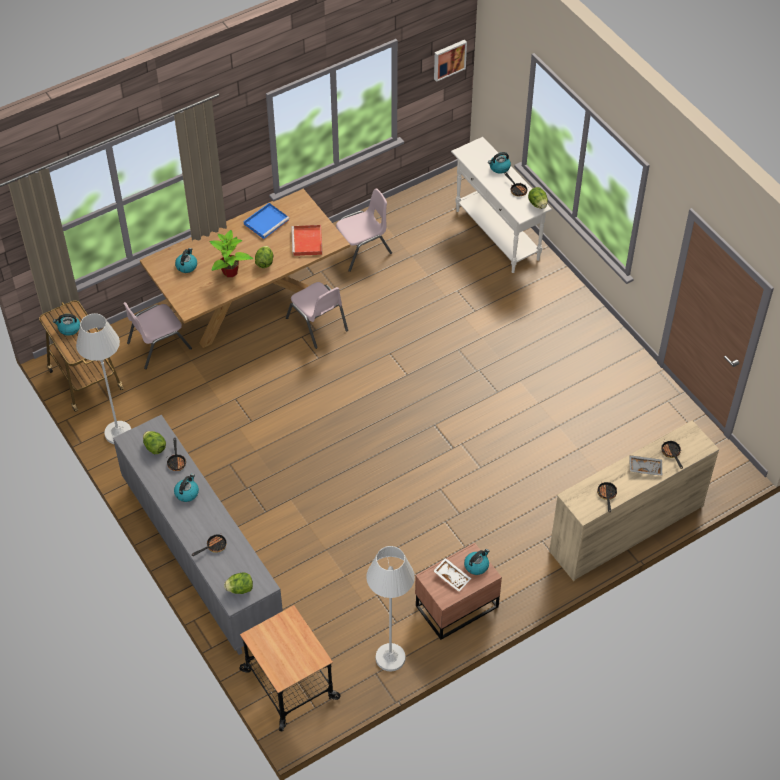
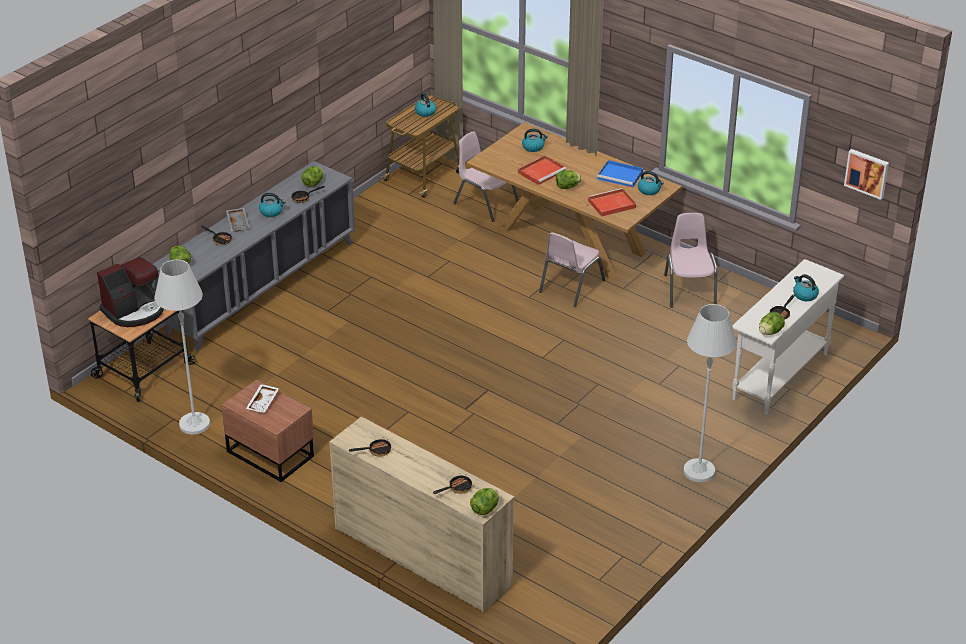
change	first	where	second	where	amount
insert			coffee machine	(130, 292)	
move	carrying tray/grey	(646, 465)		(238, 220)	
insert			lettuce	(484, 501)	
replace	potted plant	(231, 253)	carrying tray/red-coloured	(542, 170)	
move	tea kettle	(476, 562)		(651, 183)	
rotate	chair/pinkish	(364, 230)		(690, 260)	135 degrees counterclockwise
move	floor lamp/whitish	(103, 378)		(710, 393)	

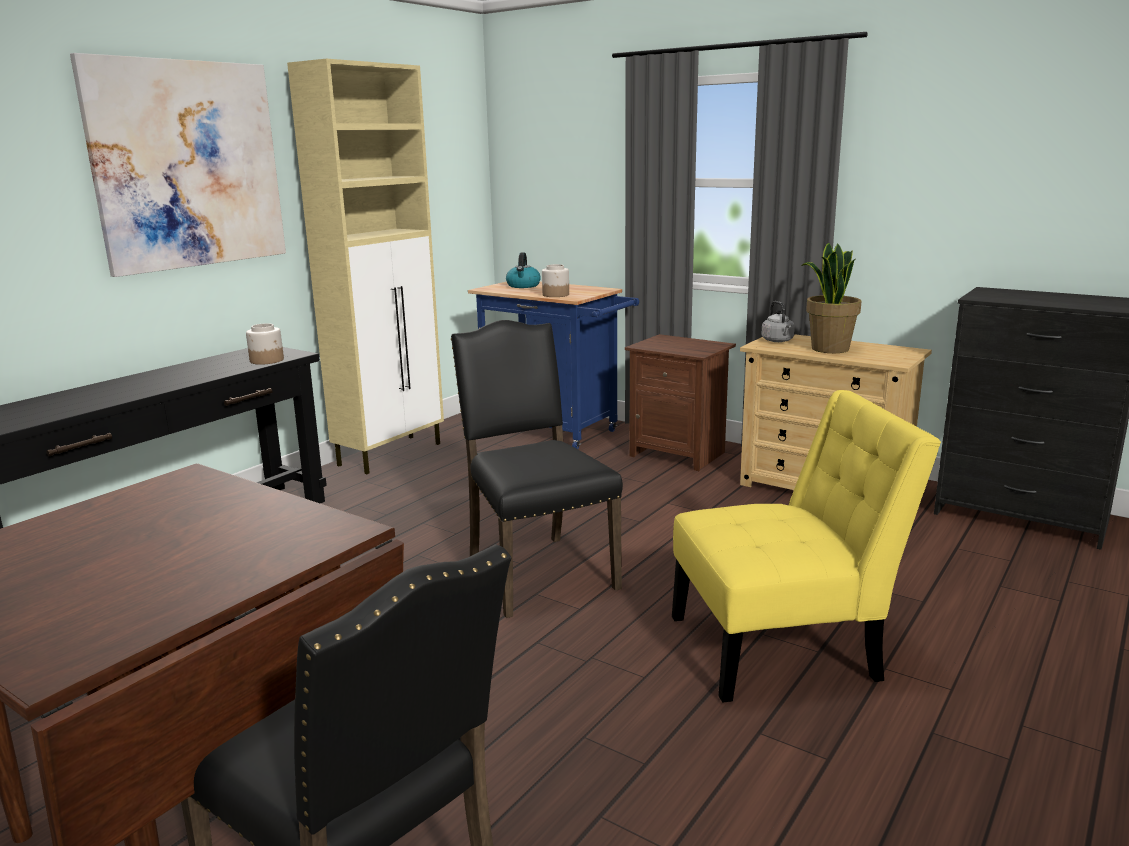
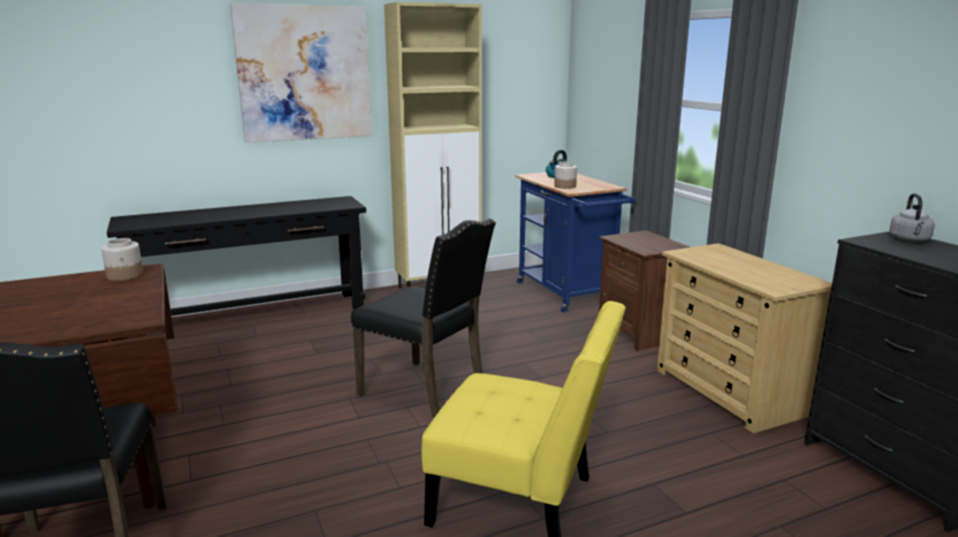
change	first	where	second	where	amount
move	preserve jar	(265, 344)		(122, 259)	
rotate	chair/black	(537, 469)		(423, 319)	120 degrees clockwise
move	tea kettle/grey	(778, 321)		(912, 217)	
delete	potted plant	(831, 298)			

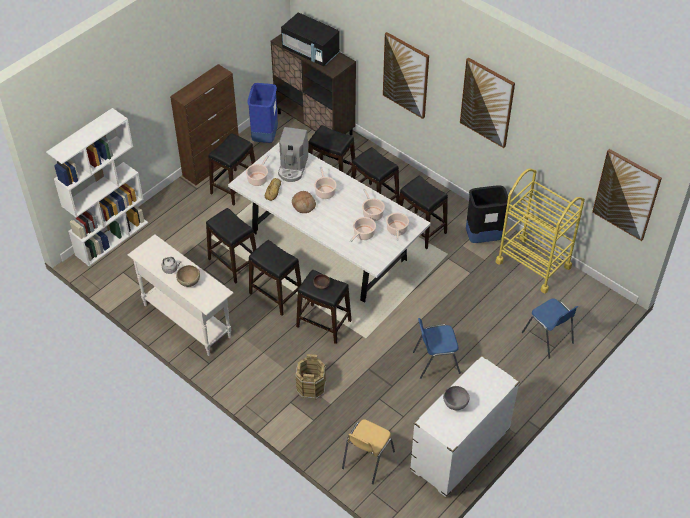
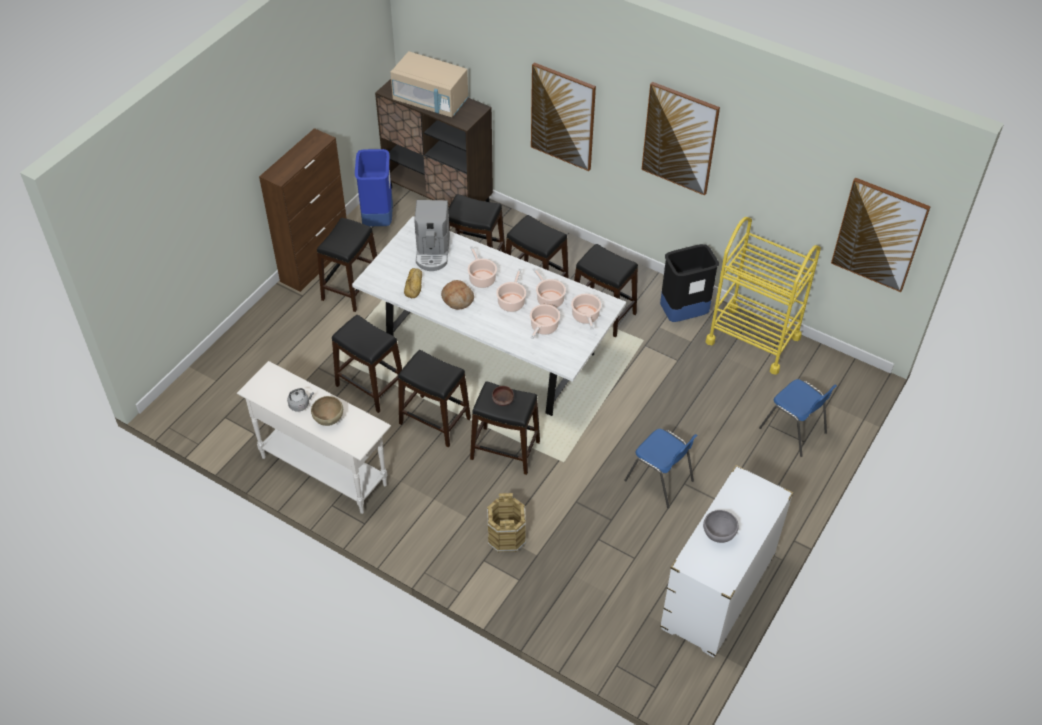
change	first	where	second	where	amount
recolor	kitchen microwave/black	(310, 39)	kitchen microwave/beige	(429, 84)	
move	saucepot	(257, 170)		(511, 290)	
rotate	chair/blue-coloured	(437, 348)		(660, 468)	120 degrees counterclockwise
delete	bookcase/whitish	(97, 187)			
delete	chair/yellow	(368, 451)			

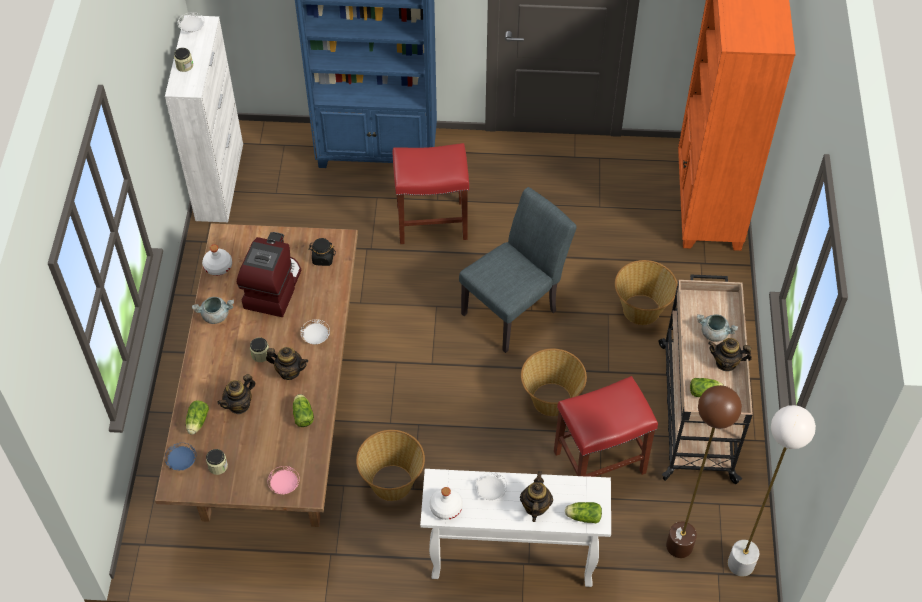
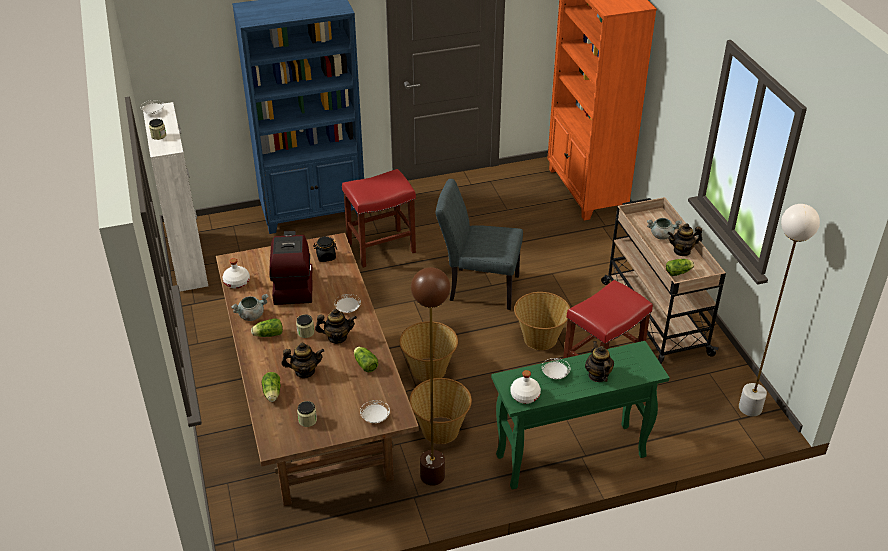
change	first	where	second	where	amount
move	lettuce	(583, 513)		(267, 328)	
rotate	tea pot	(236, 394)		(303, 360)	120 degrees counterclockwise
recolor	dinner plate/pinkish	(284, 480)	dinner plate/whitish	(375, 411)	
move	storage basket	(646, 292)		(429, 351)	
move	floor lamp/brown-coloured	(704, 471)		(430, 376)	
rotate	chair/grey	(518, 270)		(479, 244)	105 degrees counterclockwise
recolor	hall table/whitish	(515, 528)	hall table/green	(580, 415)	
delete	dinner plate/blue-coloured	(180, 456)			

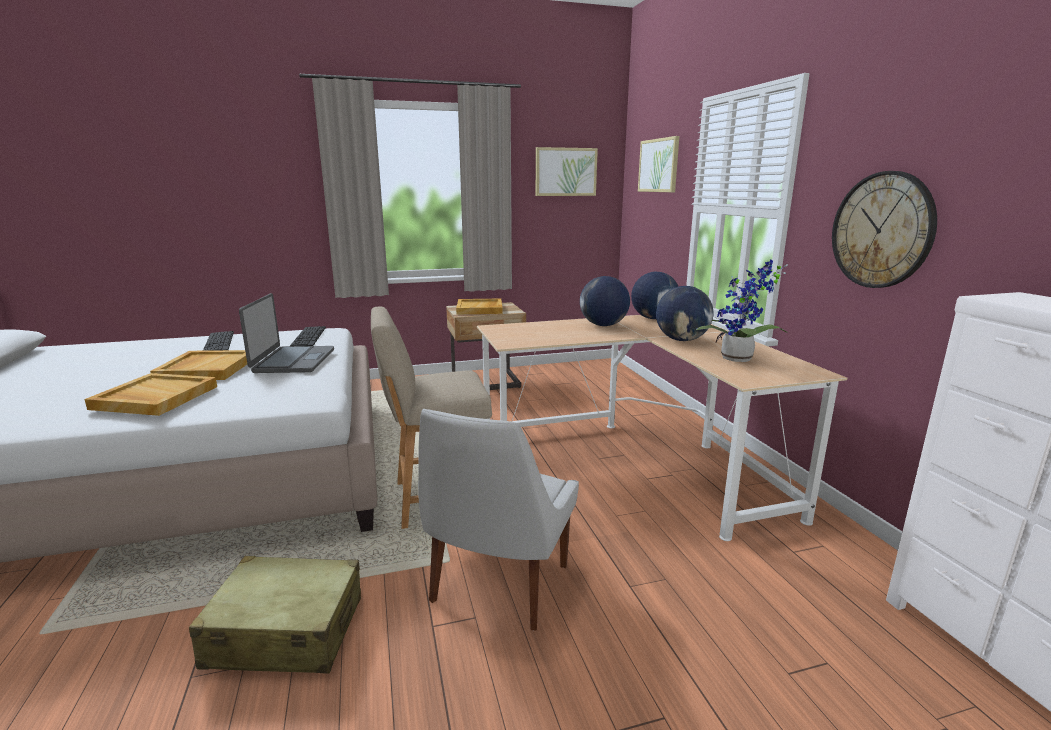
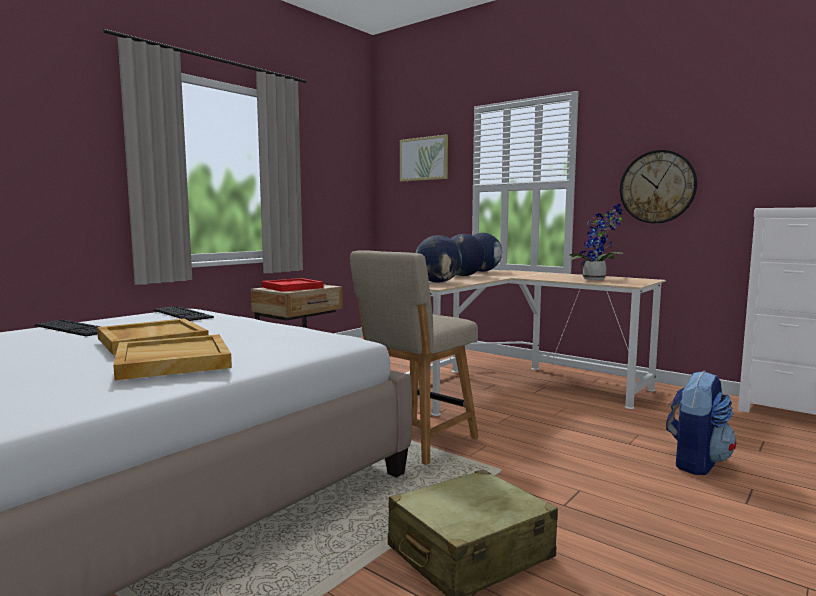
change	first	where	second	where	amount
recolor	carrying tray/beige	(479, 306)	carrying tray/red-coloured	(293, 285)	
move	globe	(685, 313)		(439, 259)	
insert			knapsack	(701, 423)	
delete	portable computer	(286, 333)			
delete	chair/whitish	(498, 519)			
delete	wall art	(567, 171)			

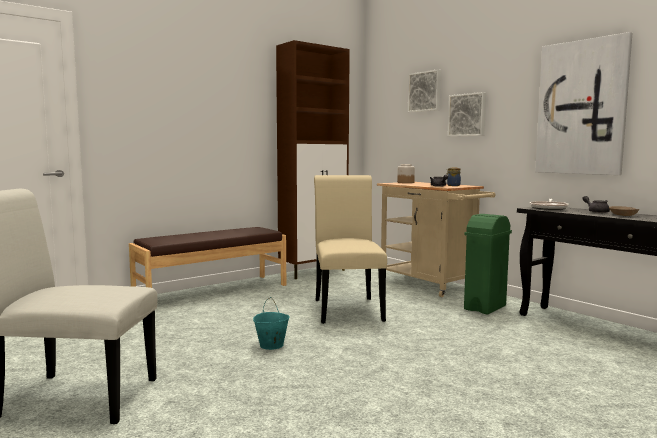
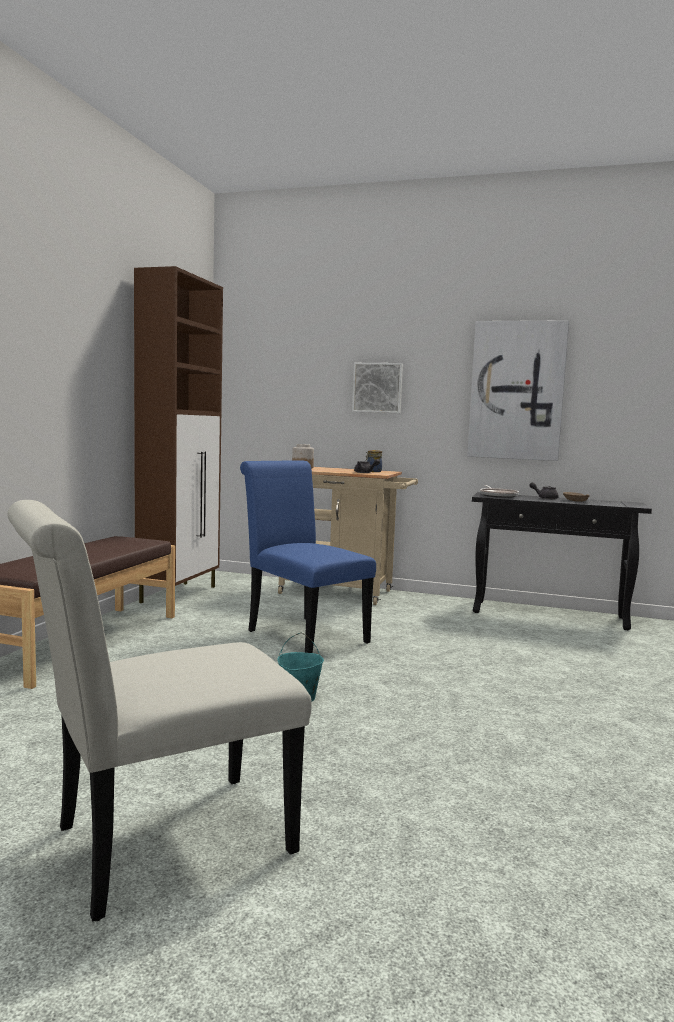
change	first	where	second	where	amount
recolor	chair/beige	(350, 249)	chair/blue-coloured	(308, 556)	
delete	wall art	(424, 90)			
delete	waste bin/green	(488, 264)			

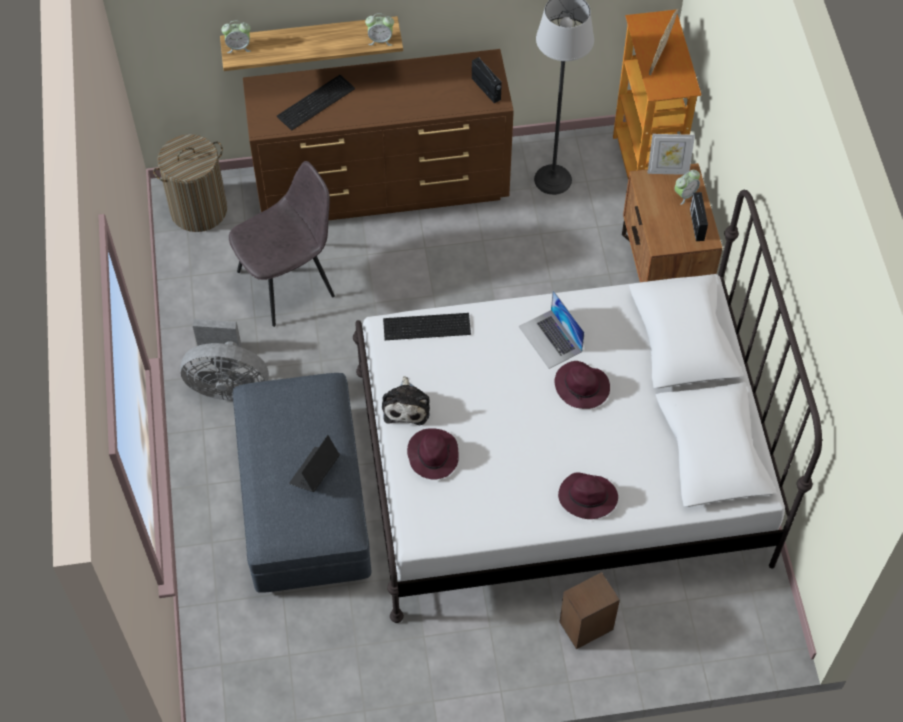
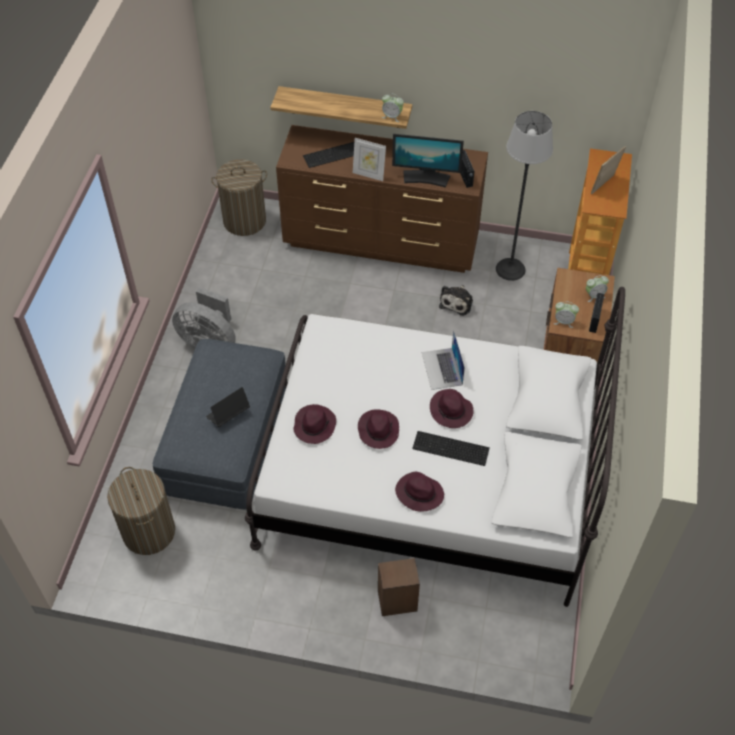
change	first	where	second	where	amount
insert			laundry basket	(141, 511)	
move	standing frame	(671, 154)		(369, 159)	
insert			hat/purplish	(378, 429)	
insert			monitor	(428, 161)	
move	PC keyboard	(427, 326)		(451, 448)	
move	cuddly toy	(406, 400)		(456, 300)	
move	bedside clock	(236, 37)		(566, 314)	
delete	chair/grey	(282, 244)			

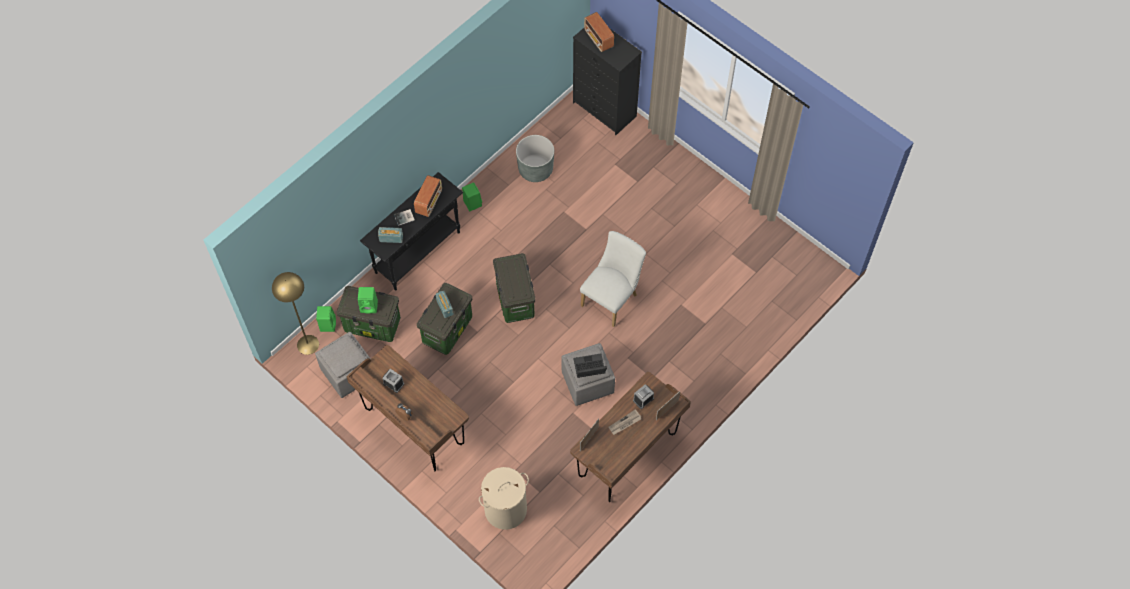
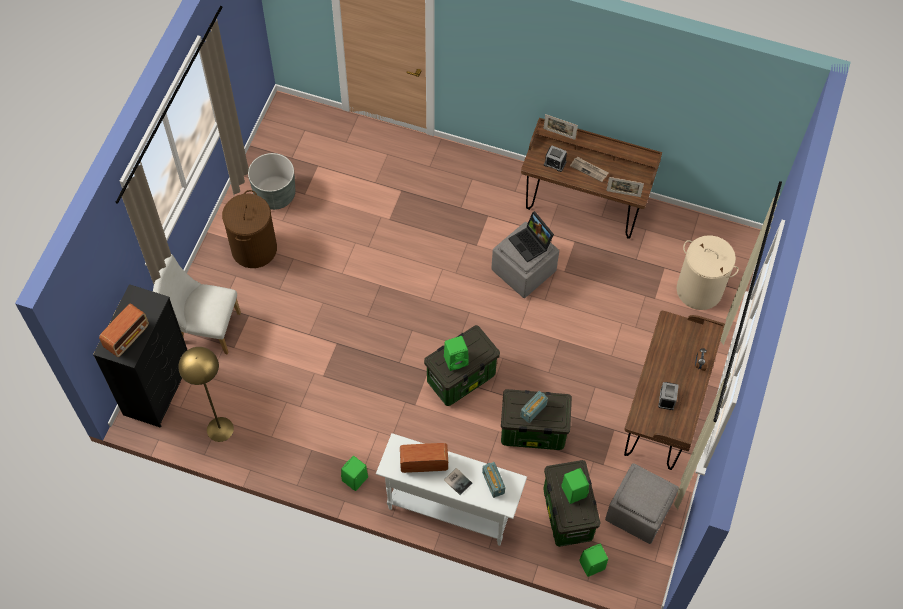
change	first	where	second	where	amount
move	chair/whitish	(613, 279)		(197, 304)	
move	floor lamp/yellow	(295, 313)		(206, 394)	
insert			laundry basket/brown-coloured	(249, 229)	
move	plant pot/grey	(535, 158)		(271, 181)	
recolor	hall table/black	(411, 231)	hall table/whitish	(451, 489)	
insert			loudspeaker/green	(456, 353)	

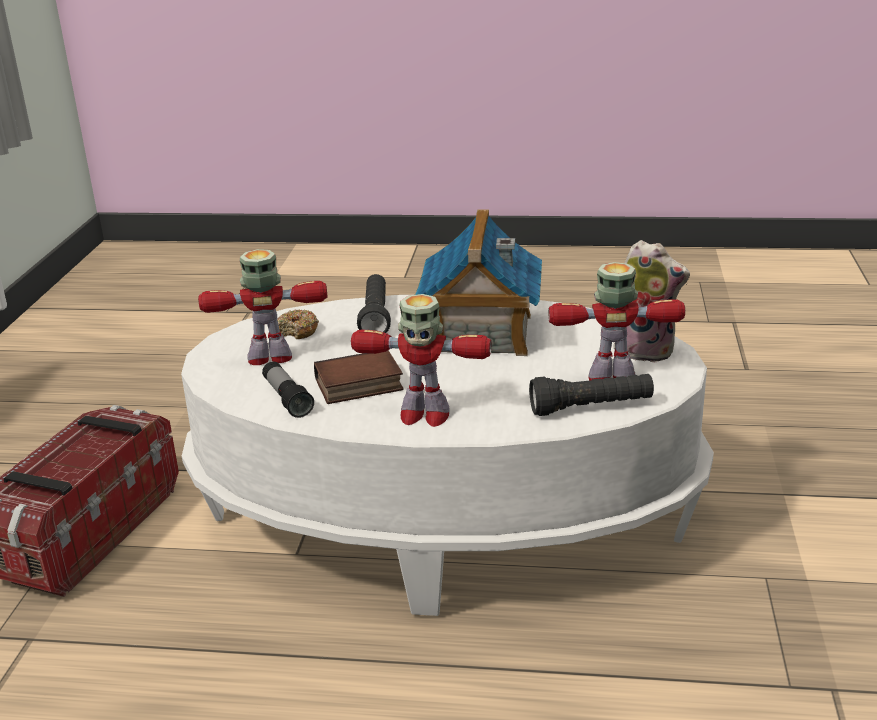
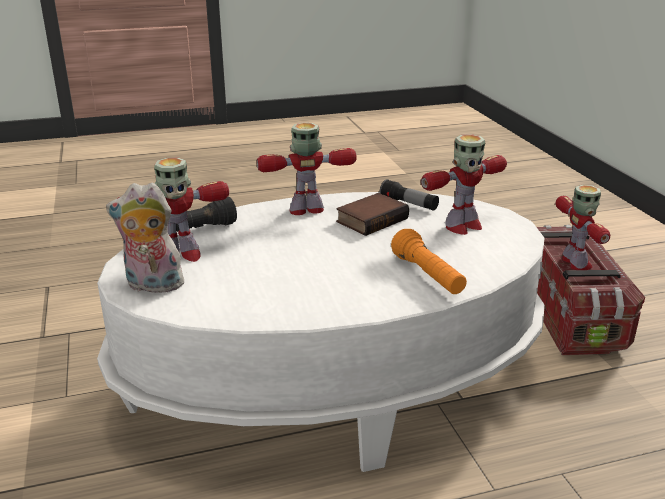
change	first	where	second	where	amount
recolor	hand torch/black	(374, 303)	hand torch/orange-coloured	(429, 261)	
insert			robot figure	(583, 227)	
delete	donut	(298, 324)			
delete	model house	(478, 283)			

